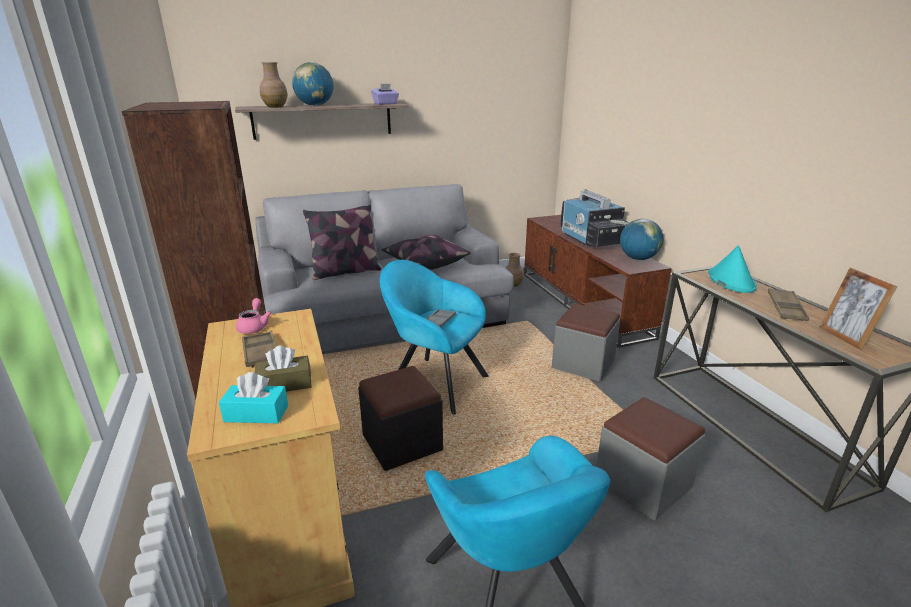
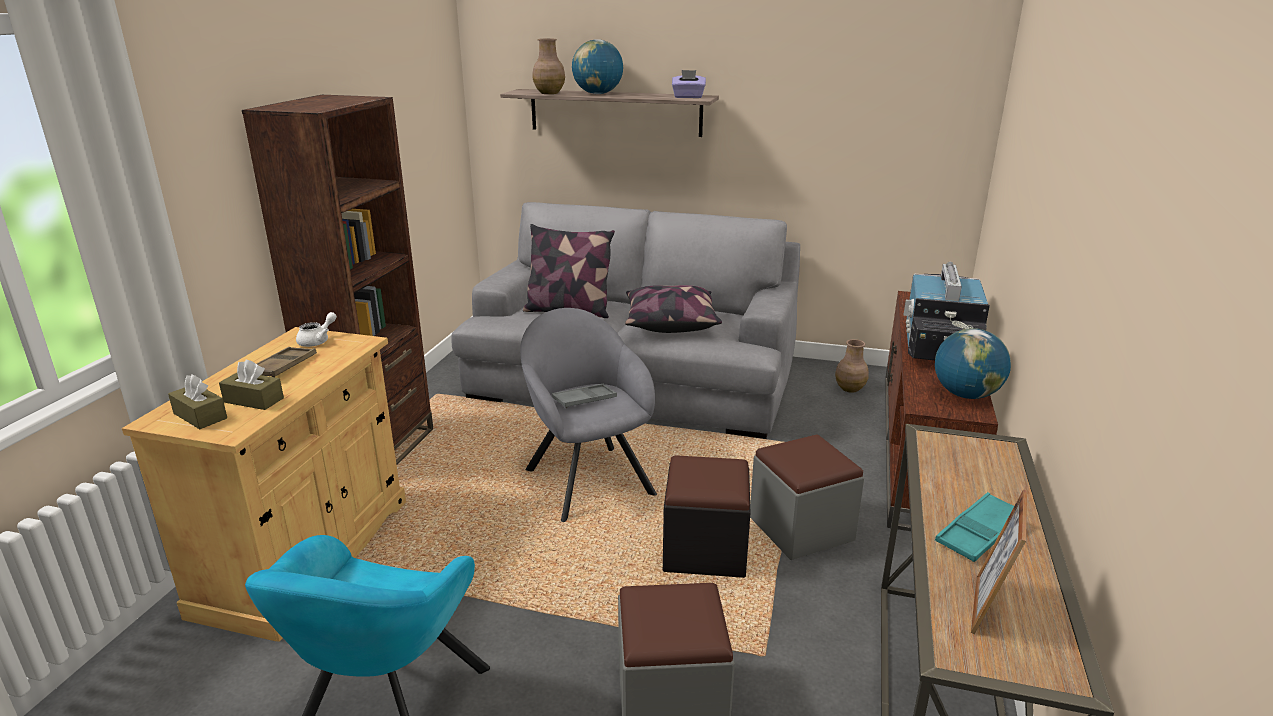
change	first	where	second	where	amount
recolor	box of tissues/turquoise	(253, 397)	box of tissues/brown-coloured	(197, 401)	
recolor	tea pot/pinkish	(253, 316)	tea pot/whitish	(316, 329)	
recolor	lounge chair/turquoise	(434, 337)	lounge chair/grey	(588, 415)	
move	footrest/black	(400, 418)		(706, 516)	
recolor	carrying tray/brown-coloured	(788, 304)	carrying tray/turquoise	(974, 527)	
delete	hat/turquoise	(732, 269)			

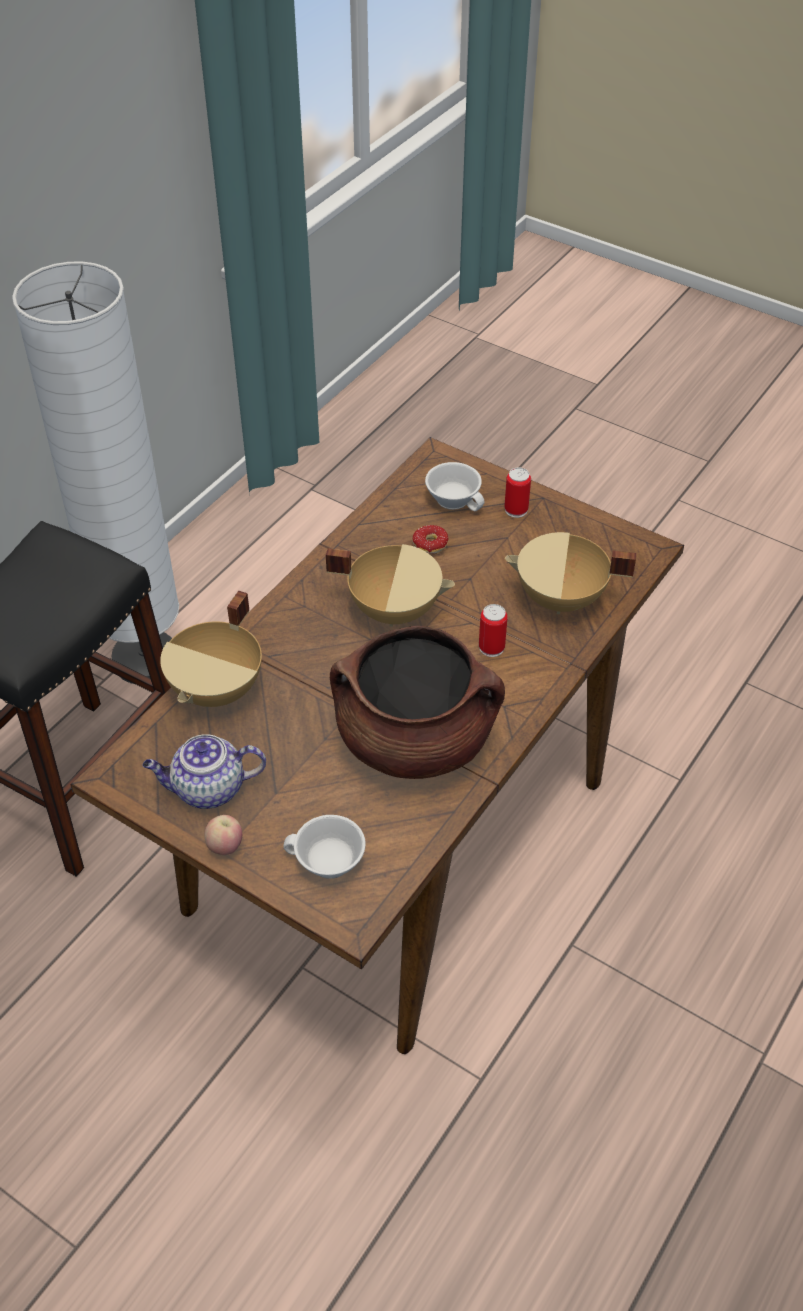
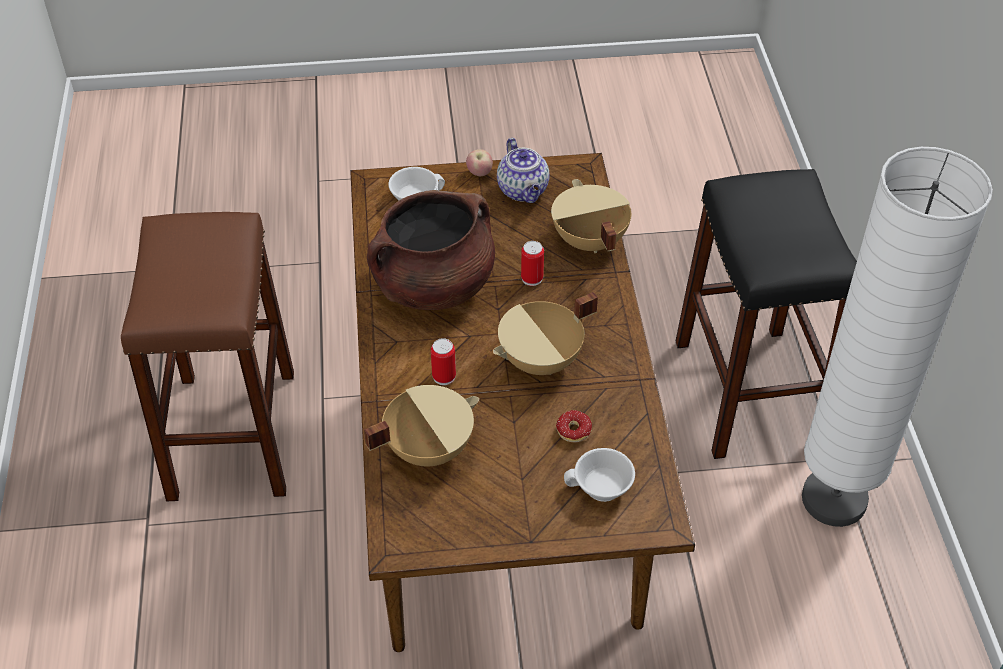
change	first	where	second	where	amount
insert			stool/brown-coloured	(207, 356)	
rotate	tea pot	(204, 771)		(523, 170)	120 degrees clockwise
move	can	(517, 492)		(532, 263)	

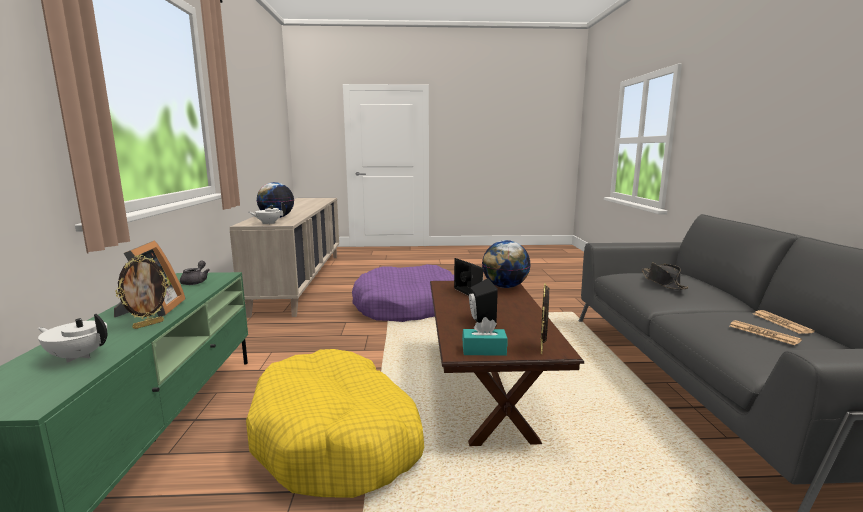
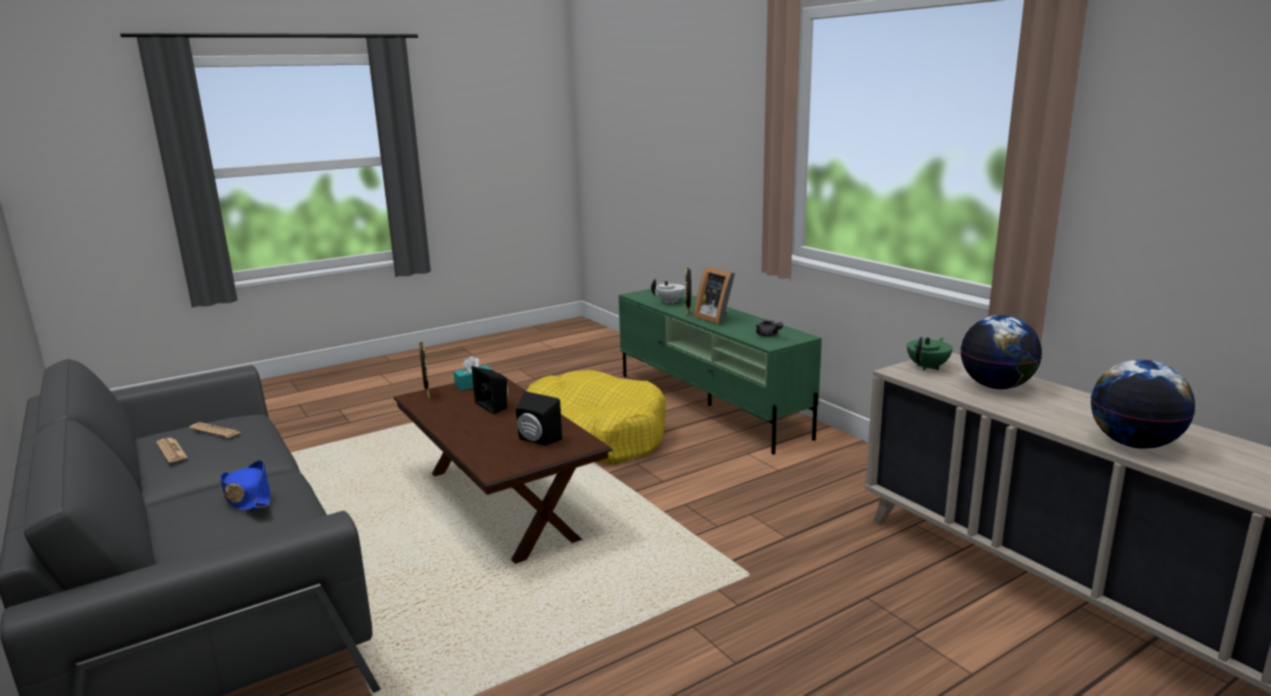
change	first	where	second	where	amount
recolor	hat/black	(665, 276)	hat/blue-coloured	(245, 485)	
recolor	tea pot/whitish	(267, 213)	tea pot/green	(930, 353)	
move	globe	(506, 264)		(1143, 404)	
delete	dog cushion/purplish	(403, 293)			

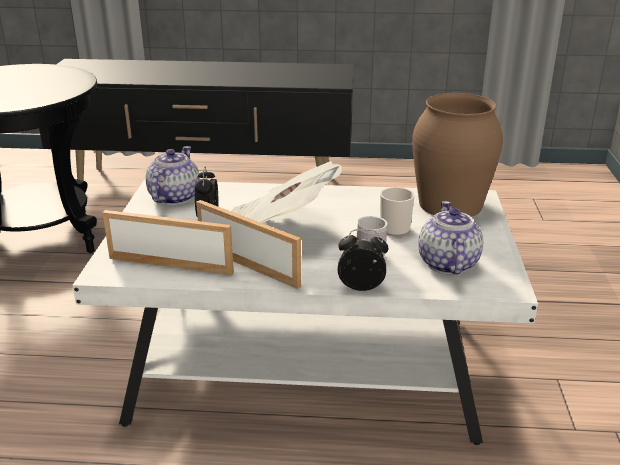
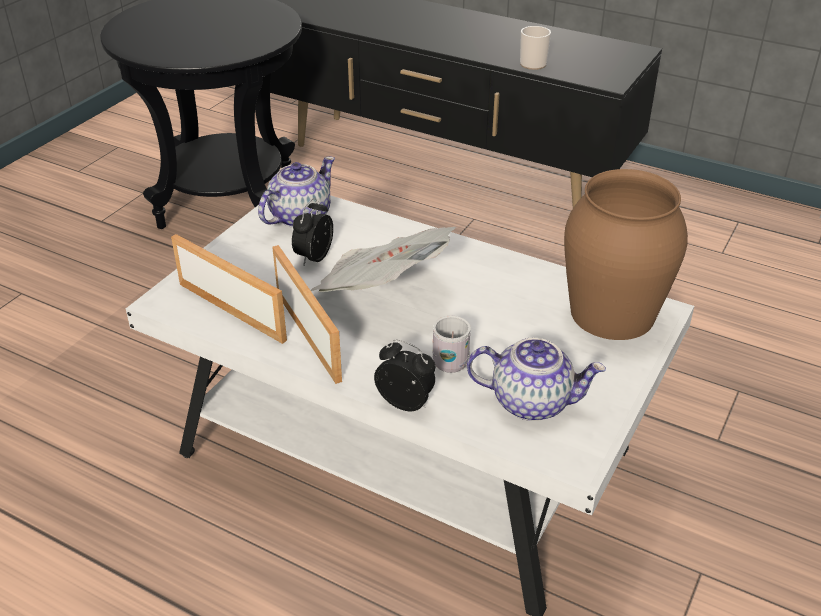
change	first	where	second	where	amount
rotate	tea pot	(451, 237)		(536, 379)	75 degrees clockwise
move	mug	(397, 211)		(535, 48)	

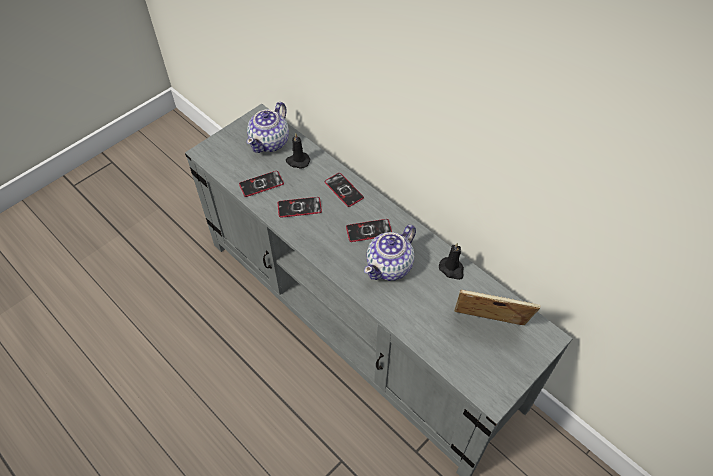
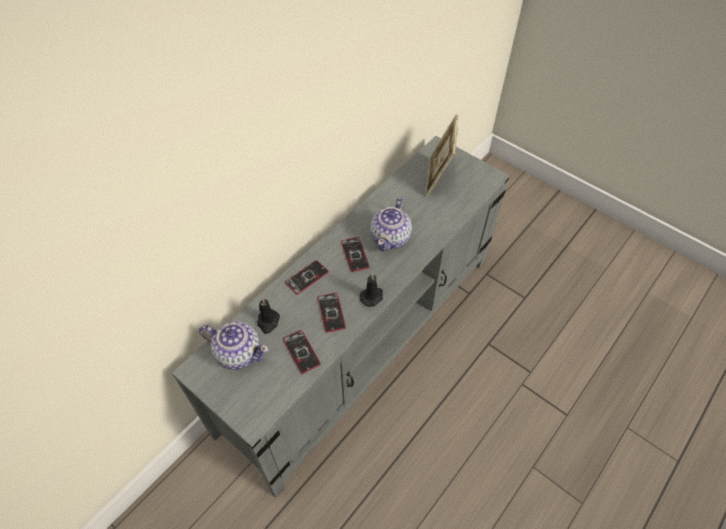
change	first	where	second	where	amount
move	wax candle/black	(451, 261)		(371, 290)	
rotate	tea pot	(390, 253)		(391, 224)	75 degrees clockwise

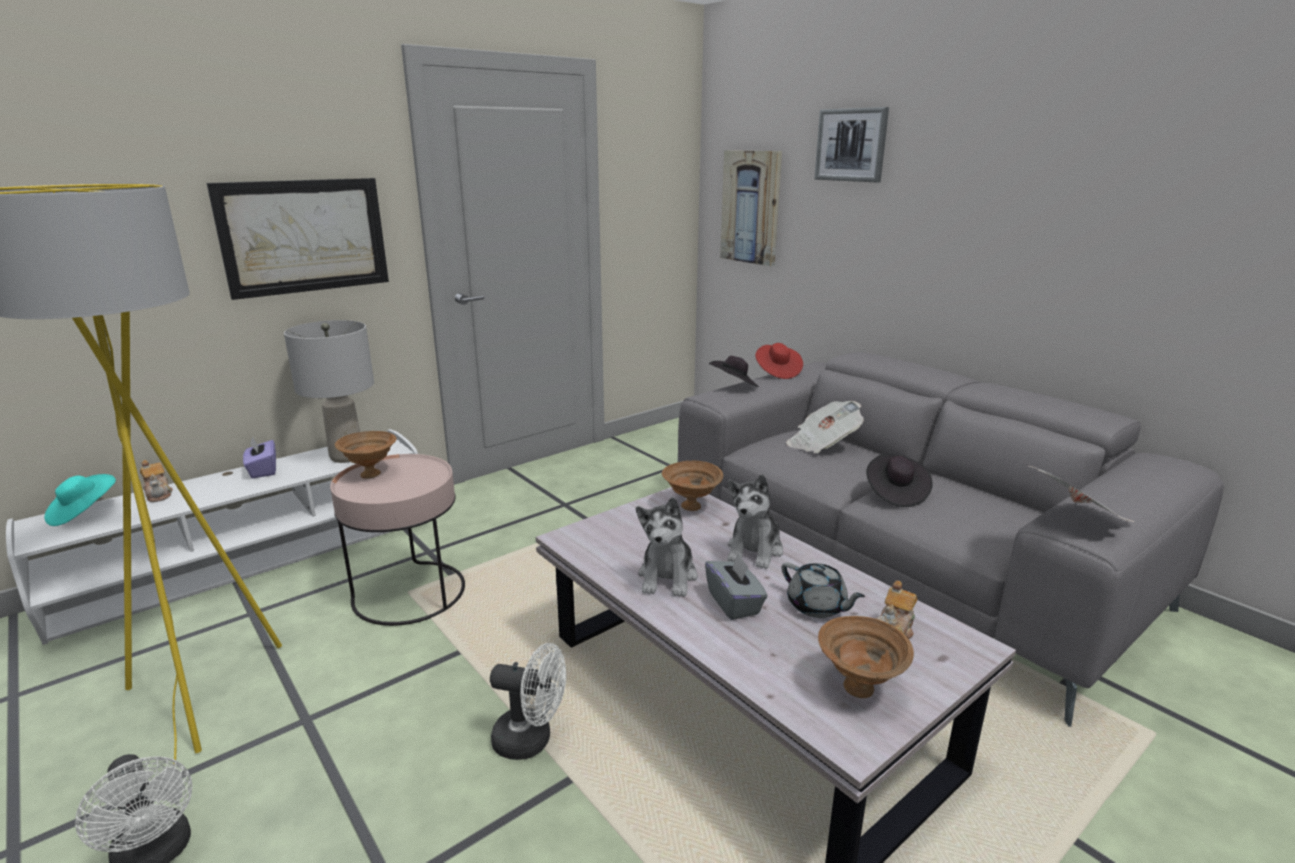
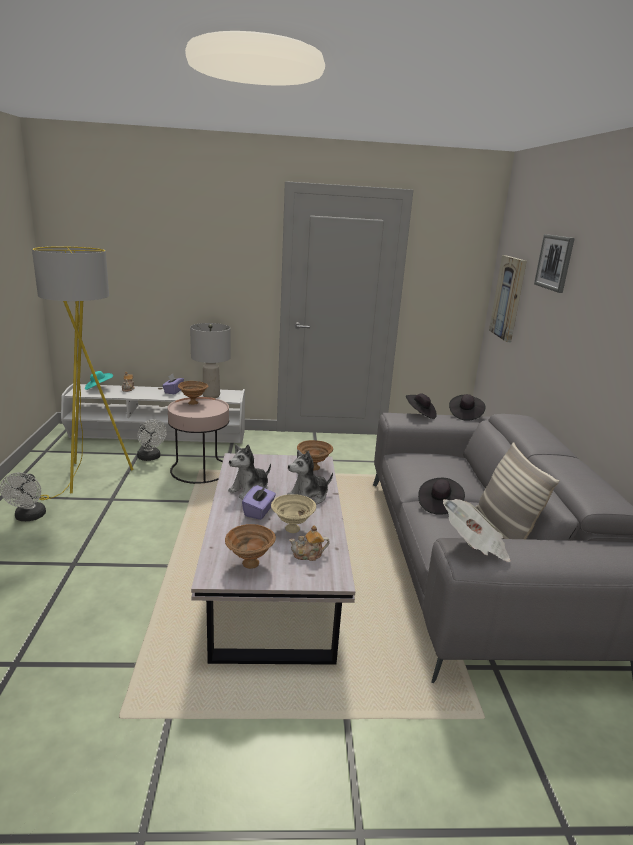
change	first	where	second	where	amount
move	electric fan/whitish	(528, 701)		(152, 440)	
recolor	box of tissues/grey	(736, 586)	box of tissues/purplish	(259, 502)	
replace	tea pot/grey	(823, 590)	deep dish/beige	(293, 513)	
recolor	hat/red-coloured	(779, 361)	hat/black	(467, 407)	
insert			cushion	(517, 490)	
delete	wall art	(298, 239)			
delete	newspaper	(825, 427)			

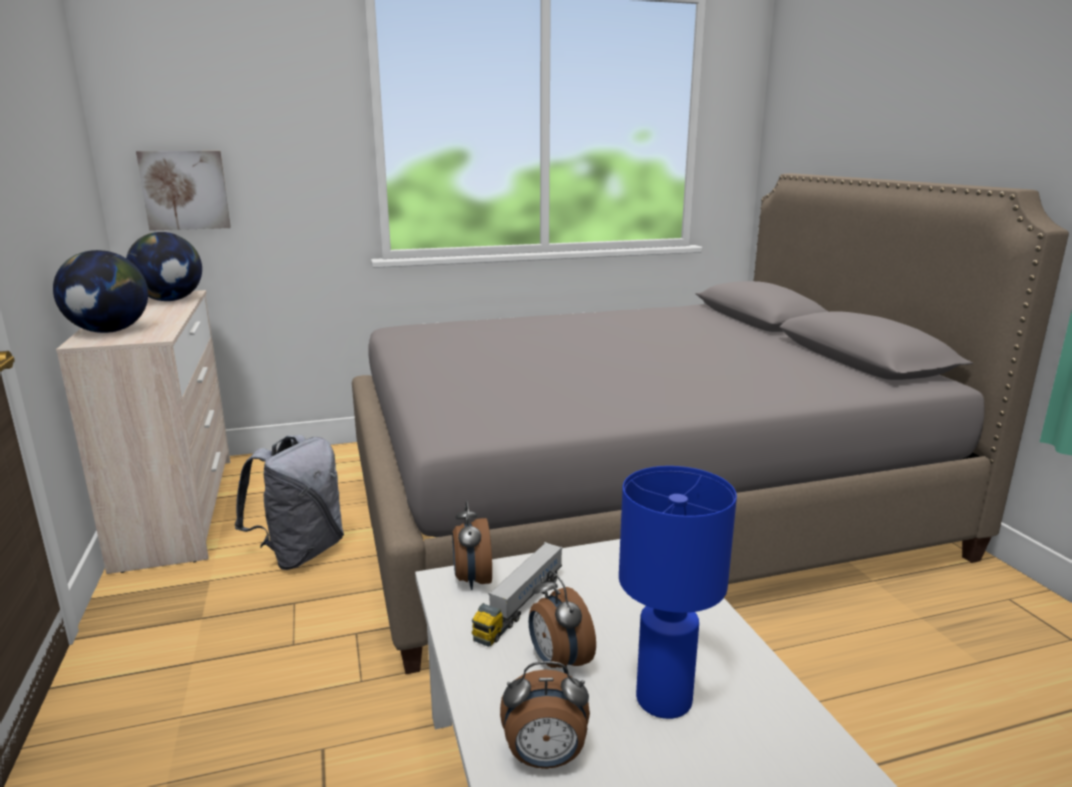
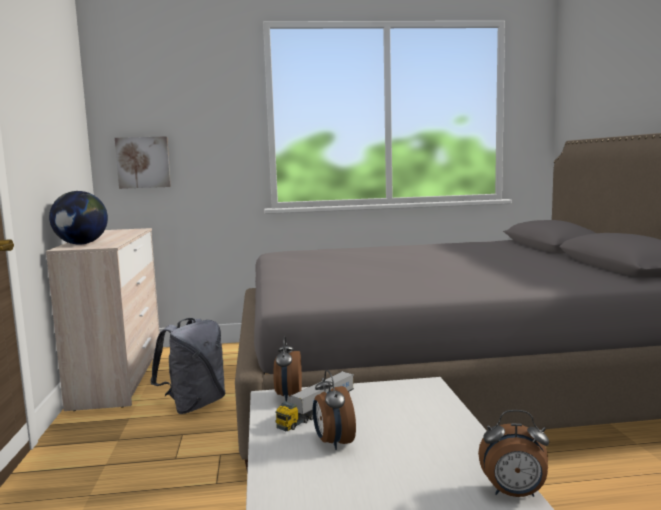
change	first	where	second	where	amount
move	bedside clock	(545, 715)		(513, 453)	
delete	globe	(164, 266)			
delete	table lamp/blue-coloured	(678, 592)			

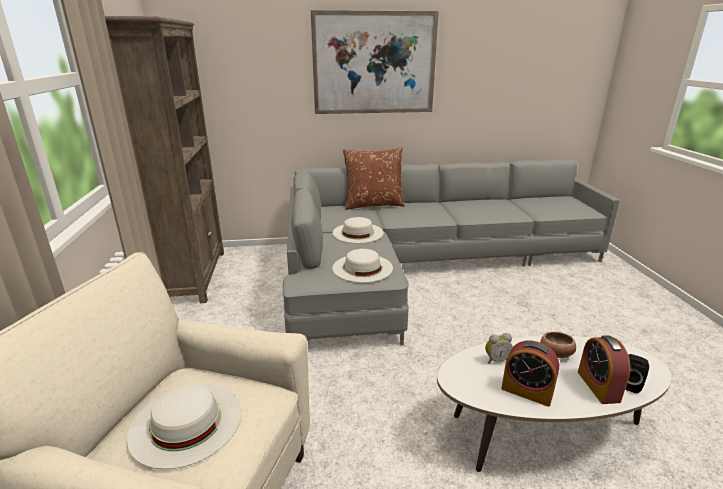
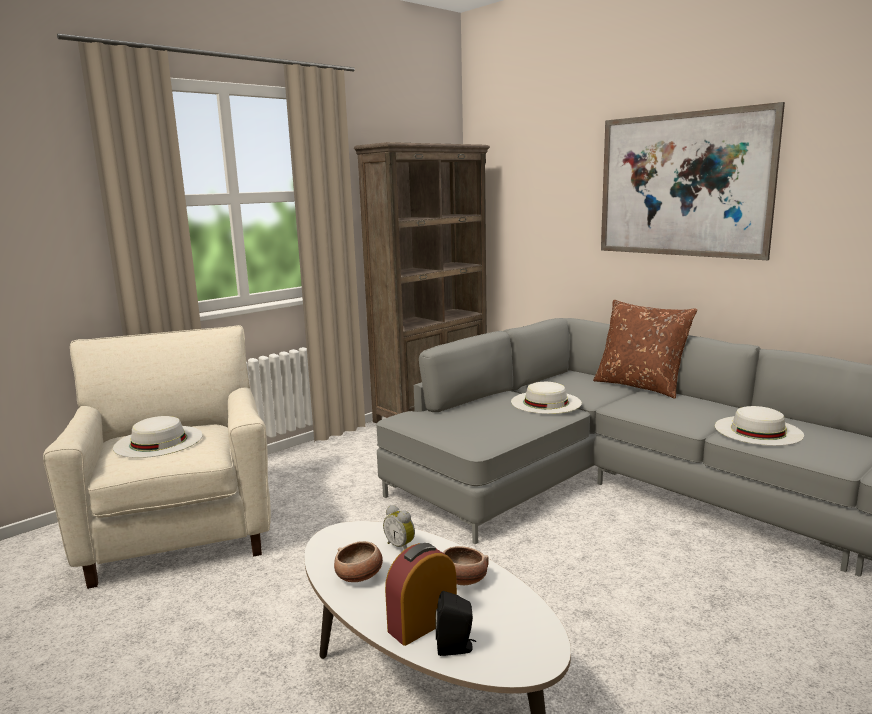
change	first	where	second	where	amount
replace	bedside clock	(530, 373)	deep dish	(358, 561)	
move	hat/whitish	(362, 266)		(759, 426)	

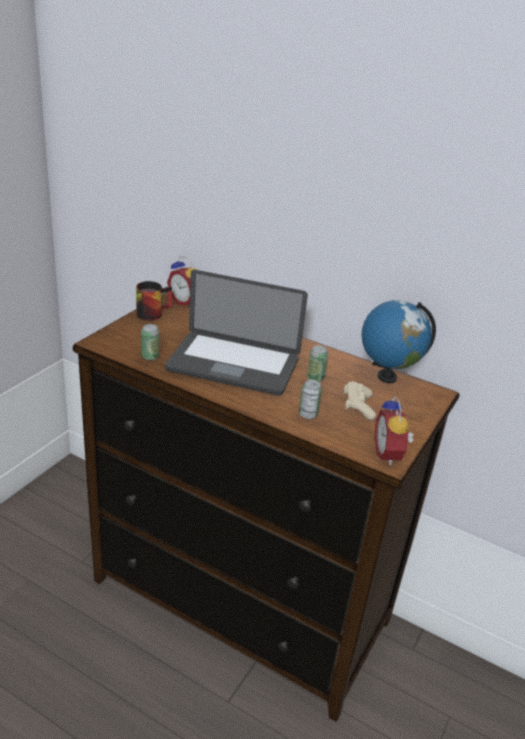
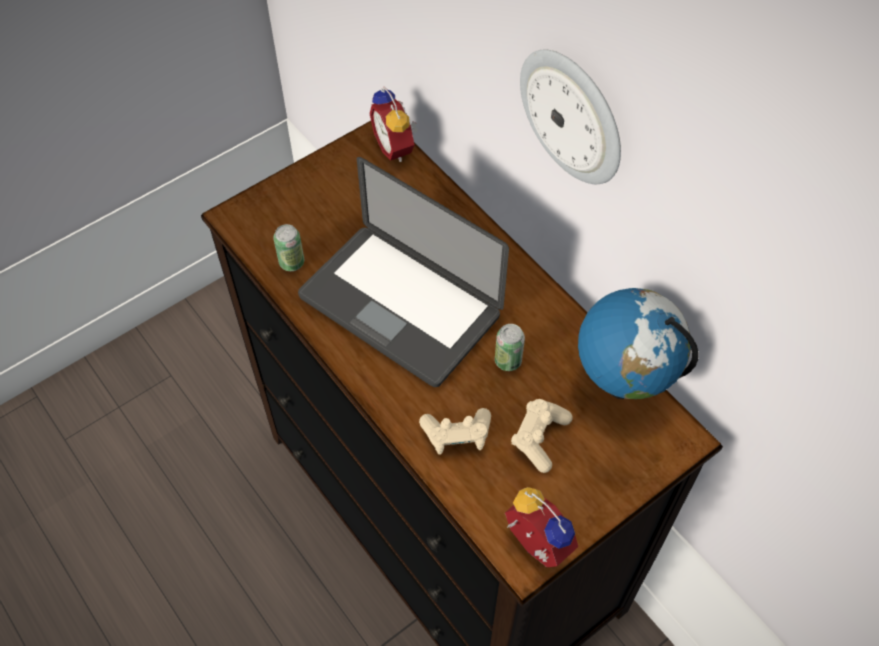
change	first	where	second	where	amount
replace	can	(310, 399)	gamepad/beige	(455, 431)	
rotate	bedside clock	(394, 430)		(541, 527)	120 degrees clockwise
insert			clock on the wall	(570, 117)	
delete	mug	(154, 301)			

